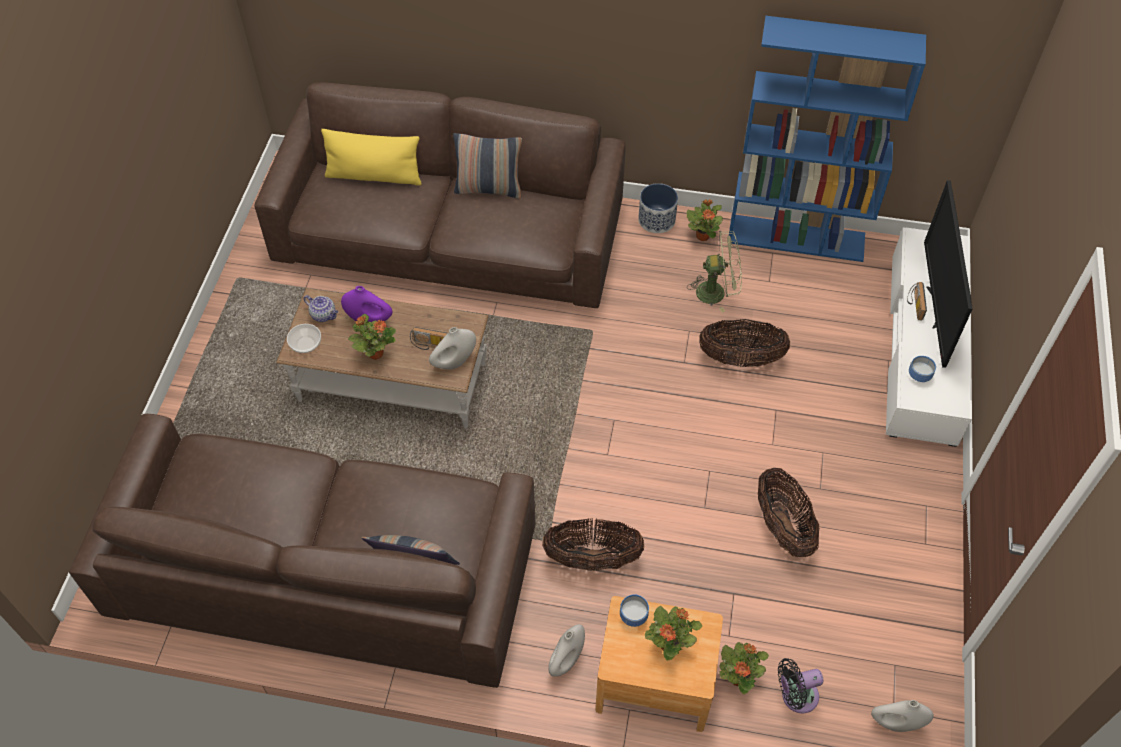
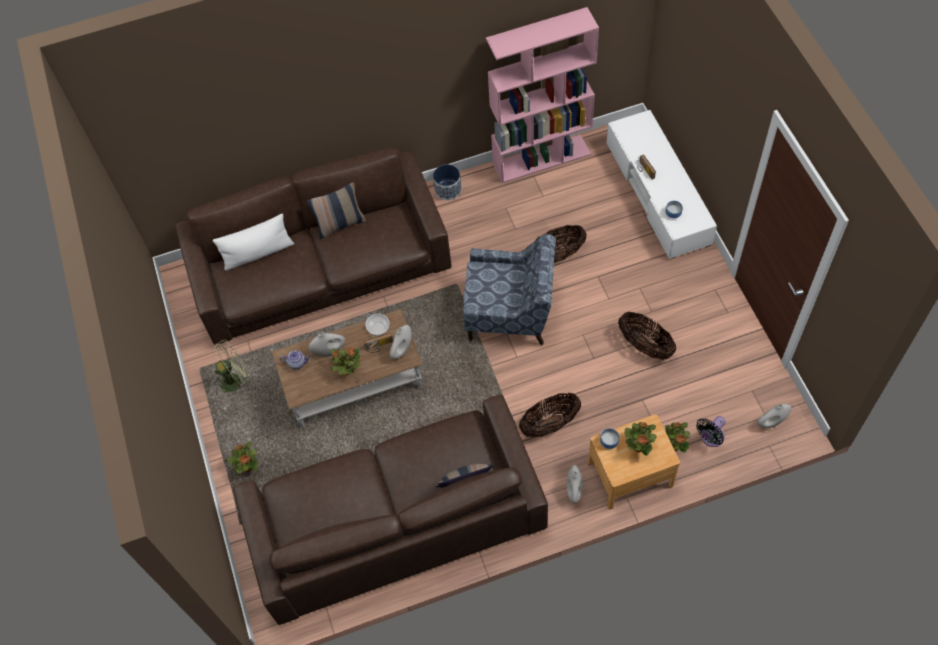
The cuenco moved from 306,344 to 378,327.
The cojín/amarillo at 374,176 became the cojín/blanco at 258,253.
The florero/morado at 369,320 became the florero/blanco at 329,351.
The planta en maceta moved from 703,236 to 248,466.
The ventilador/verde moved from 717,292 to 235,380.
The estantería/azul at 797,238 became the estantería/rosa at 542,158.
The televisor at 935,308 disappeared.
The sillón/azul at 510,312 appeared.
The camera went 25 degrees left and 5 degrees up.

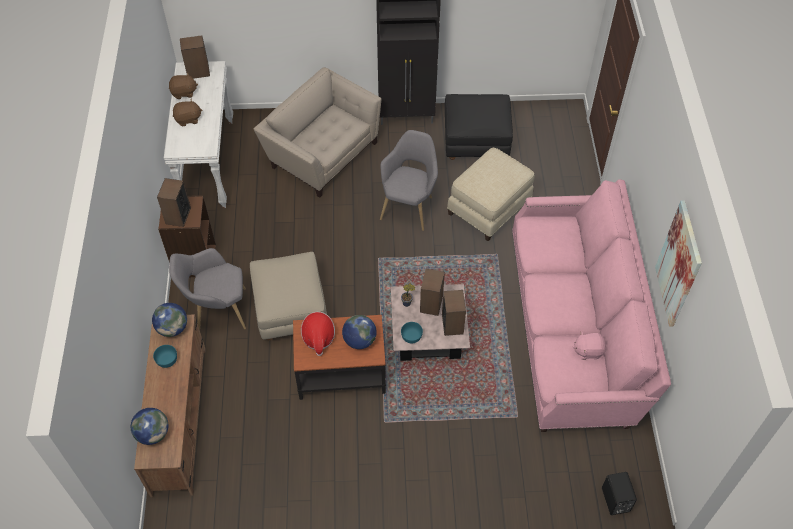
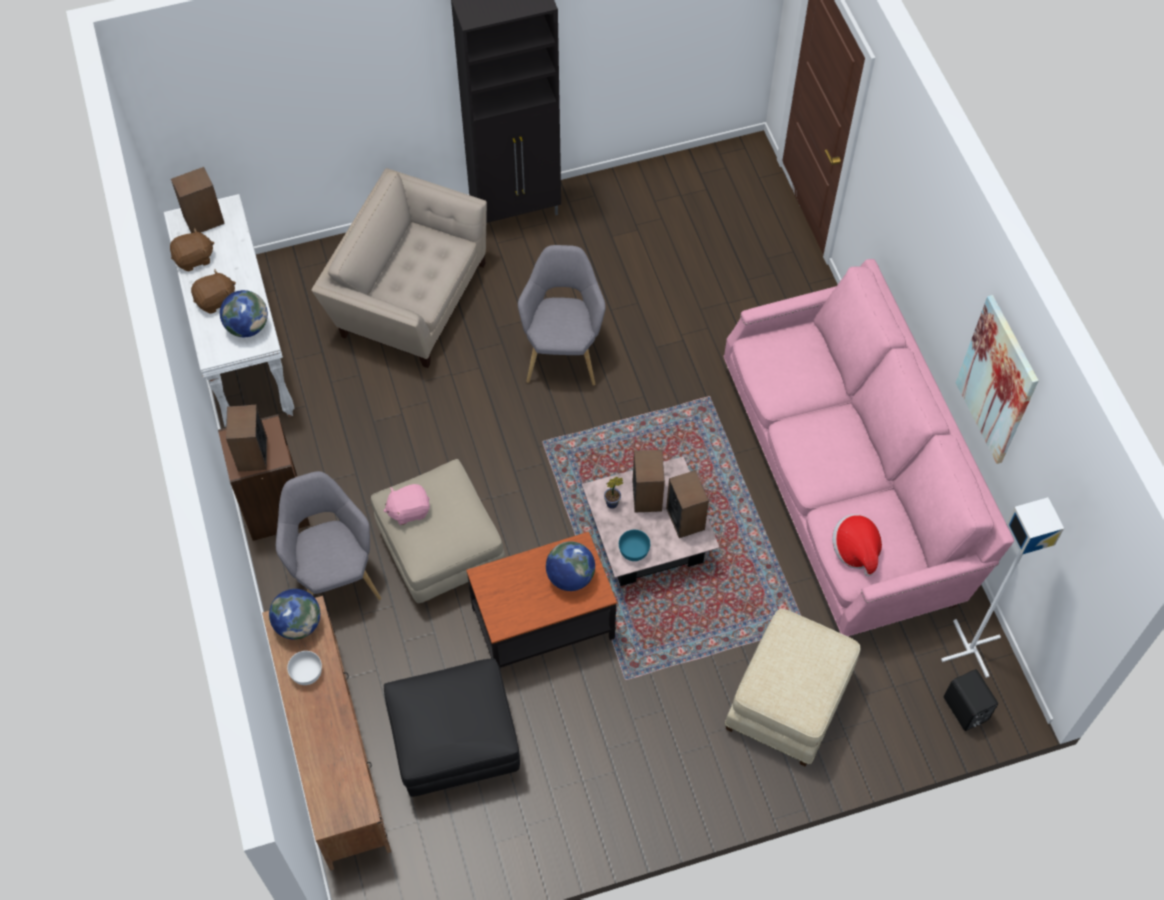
The globo terráqueo moved from 153,433 to 247,327.
The cuenco/turquesa at 167,360 became the cuenco/blanco at 306,672.
The sillón/gris at 217,310 turned 90 degrees clockwise.
The sombrero moved from 318,337 to 855,550.
The puf/negro moved from 475,142 to 455,743.
The puf/beis moved from 489,208 to 789,702.
The peluche/rosa moved from 588,350 to 408,510.
The lámpara de pie/blanco at 971,648 appeared.
The camera went 15 degrees left and 5 degrees up.

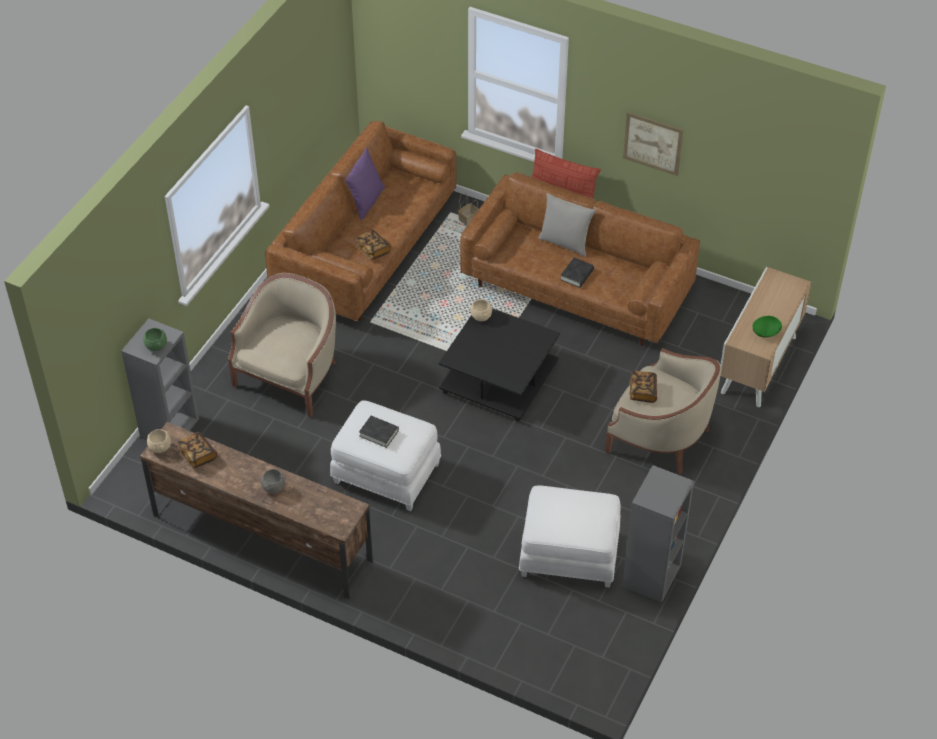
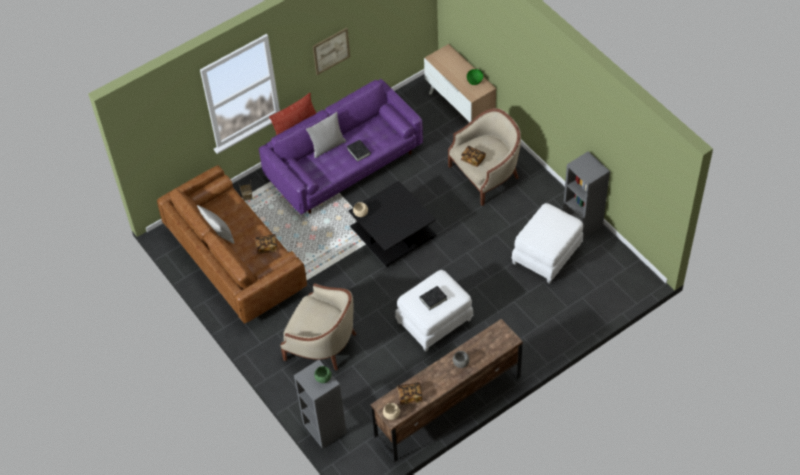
The sillón/beis at 290,376 turned 150 degrees clockwise.
The cojín/morado at 366,202 became the cojín/gris at 218,234.
The sofá/marrón at 577,287 became the sofá/morado at 344,165.
The camera went 60 degrees left and 5 degrees up.

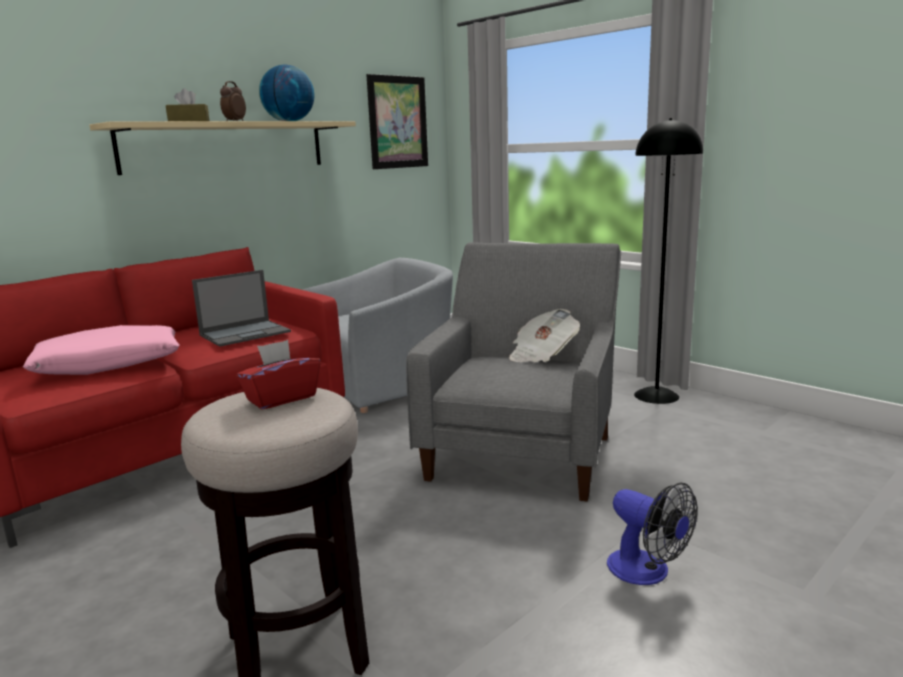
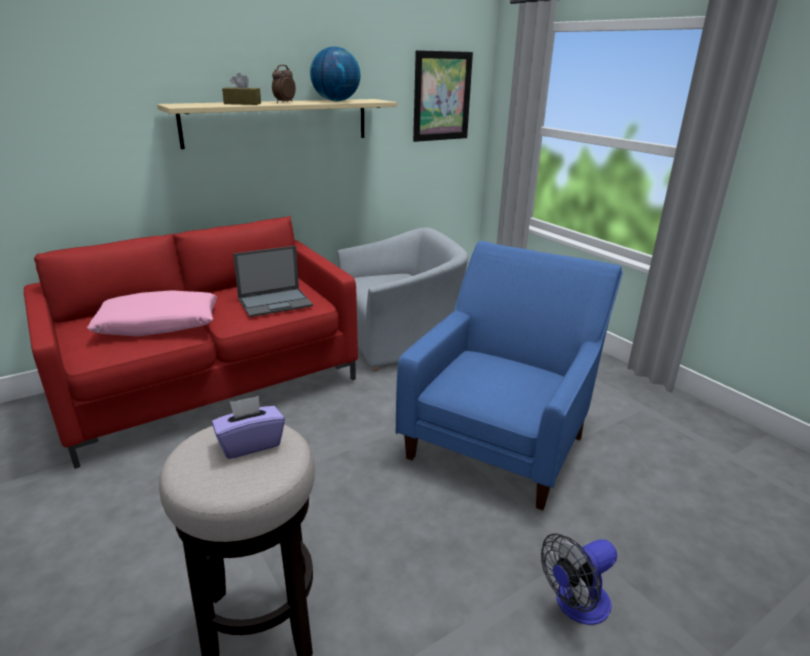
The caja de pañuelos/rojo at 281,398 became the caja de pañuelos/morado at 250,444.
The sillón/gris at 522,451 became the sillón/azul at 500,439.
The periódico at 542,355 disappeared.
The ventilador at 647,572 turned 90 degrees clockwise.
The lámpara de pie/negro at 657,395 disappeared.
The camera went 10 degrees right and 10 degrees up.

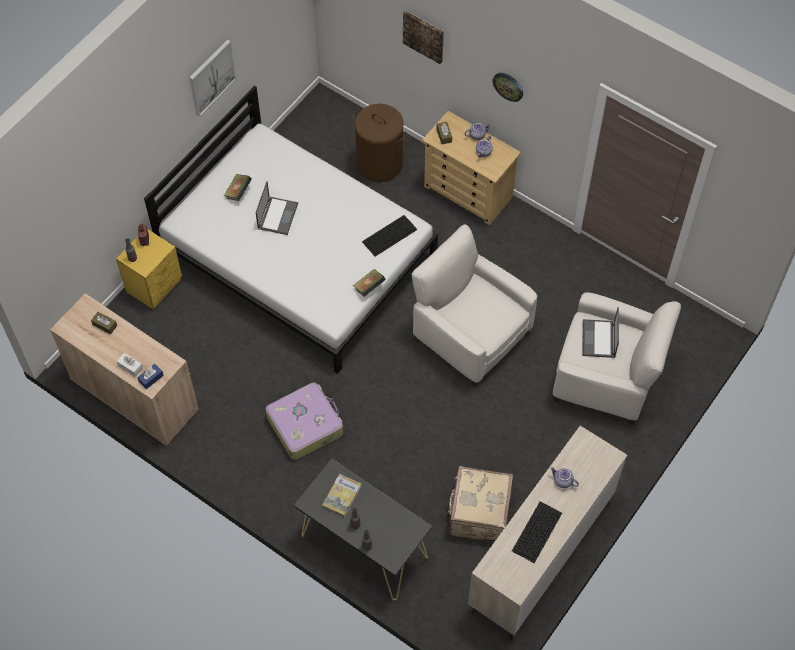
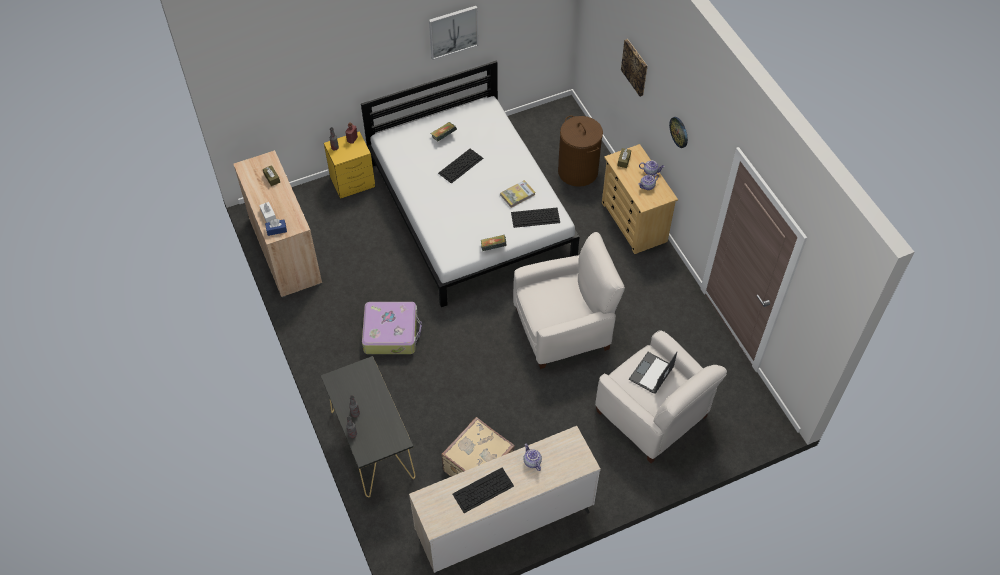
The portátil at 277,215 was replaced by the teclado at 461,165.
The libro moved from 342,496 to 517,195.
The sillón/blanco at 470,334 turned 90 degrees clockwise.
The camera went 30 degrees right and 5 degrees down.

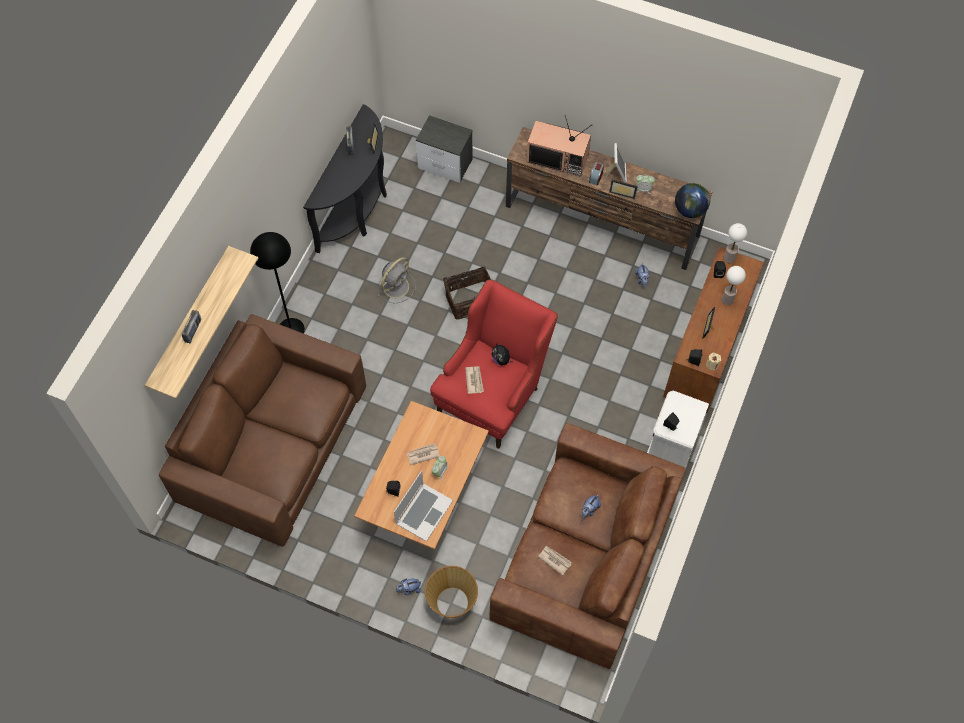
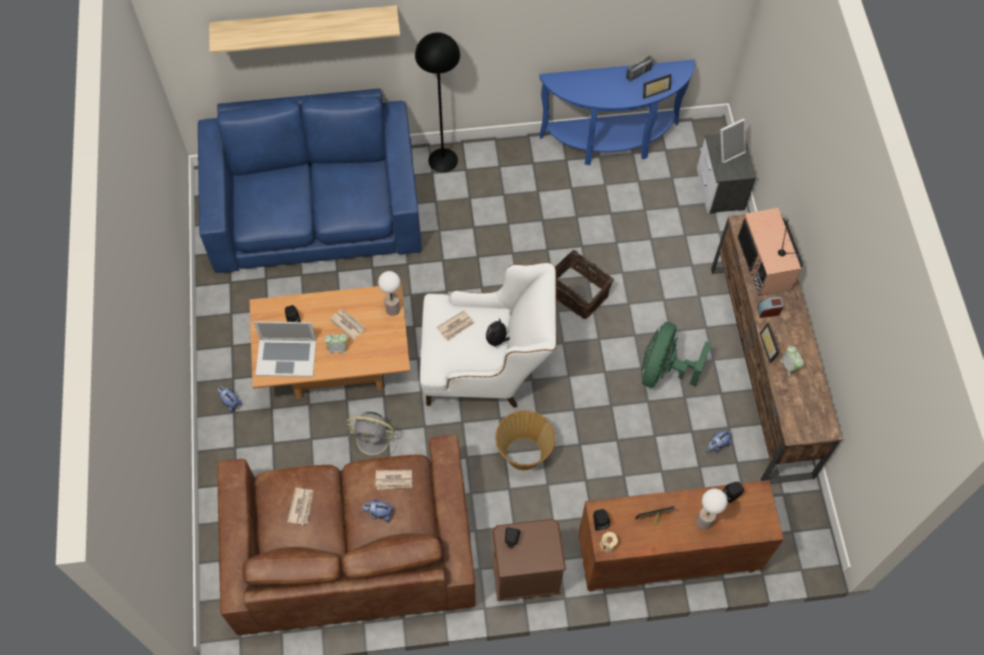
The sofá/marrón at 272,443 became the sofá/azul at 316,209.
The radio at 193,331 disappeared.
The mesa consola/negro at 357,209 became the mesa consola/azul at 611,143.
The ventilador/gris moved from 397,286 to 374,440.
The cesta moved from 452,602 to 524,453.
The sillón/rojo at 493,393 became the sillón/blanco at 486,368.
The portarretratos moved from 616,172 to 728,150.
The mesita de noche/blanco at 670,451 became the mesita de noche/marrón at 525,576.
The globo terráqueo at 690,210 disappeared.
The lámpara de mesa moved from 729,258 to 393,309.
The periódico at 394,480 appeared.
The ventilador/verde at 664,370 appeared.
The camera went 60 degrees right and 0 degrees up.

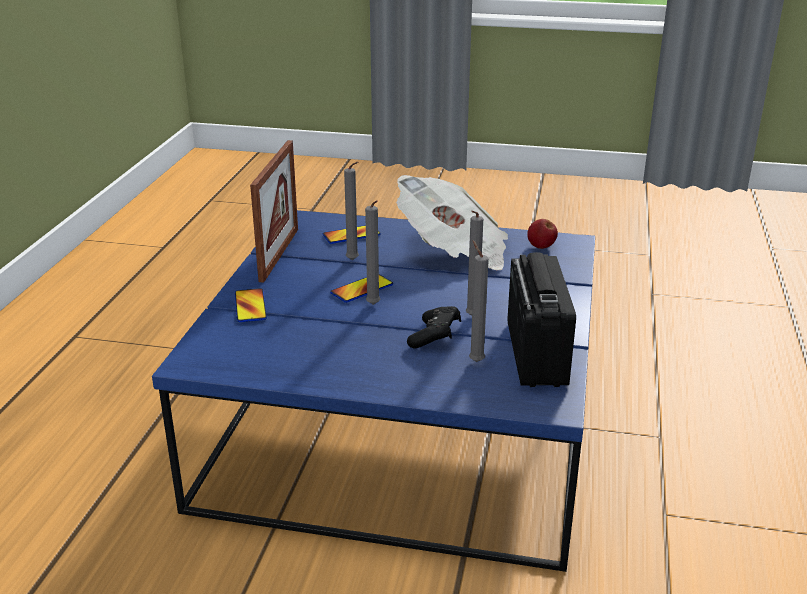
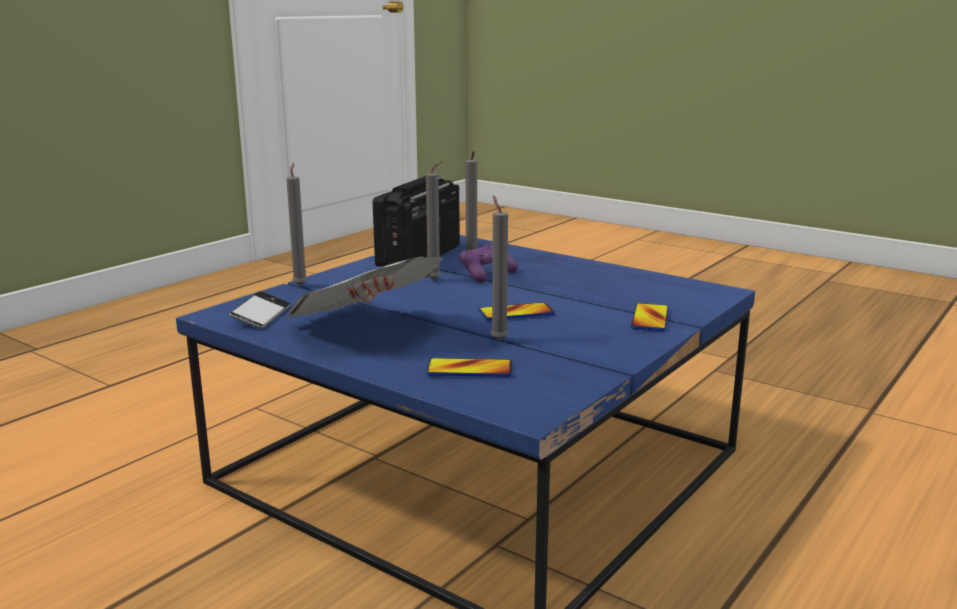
The portarretratos at 279,254 disappeared.
The vela/gris moved from 374,305 to 300,285.
The mando de consola/negro at 435,337 became the mando de consola/morado at 486,274.
The manzana at 541,247 was replaced by the móvil at 261,316.
The camera went 155 degrees left and 10 degrees down.

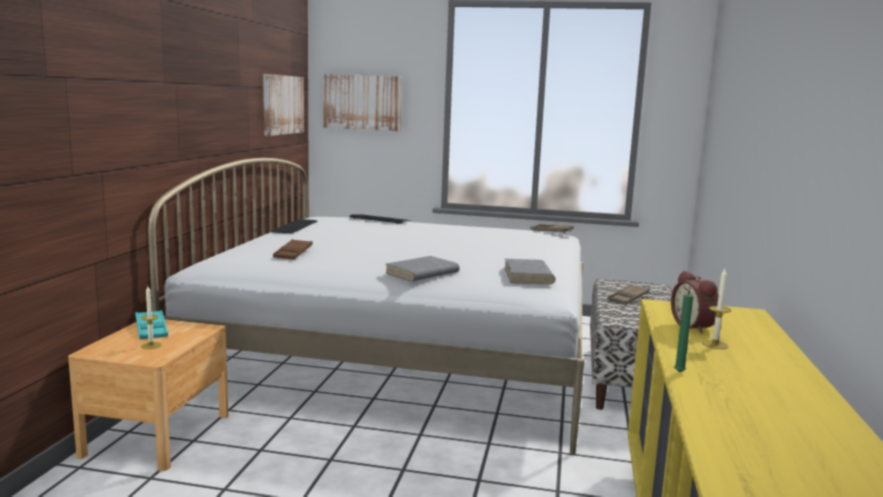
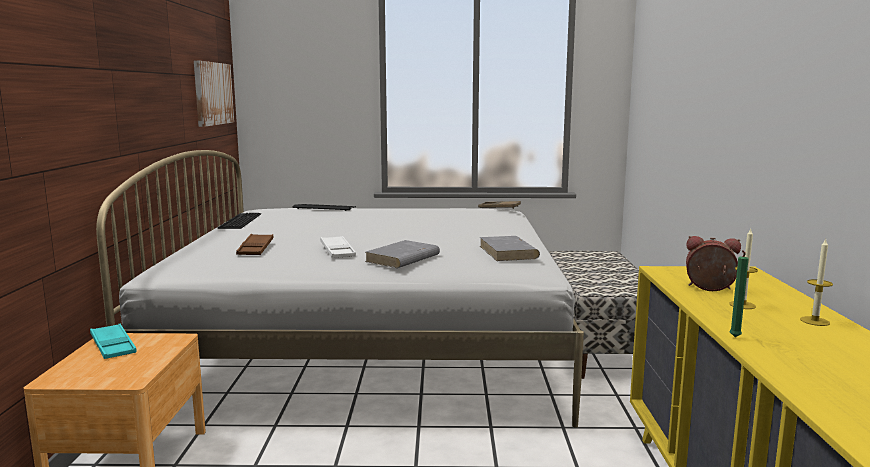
The vela moved from 151,345 to 814,321.
The cuadro at 362,102 disappeared.
The bandeja/marrón at 628,298 disappeared.
The despertador at 694,326 turned 135 degrees clockwise.
The bandeja/blanco at 337,251 appeared.
The camera went 10 degrees left and 0 degrees up.

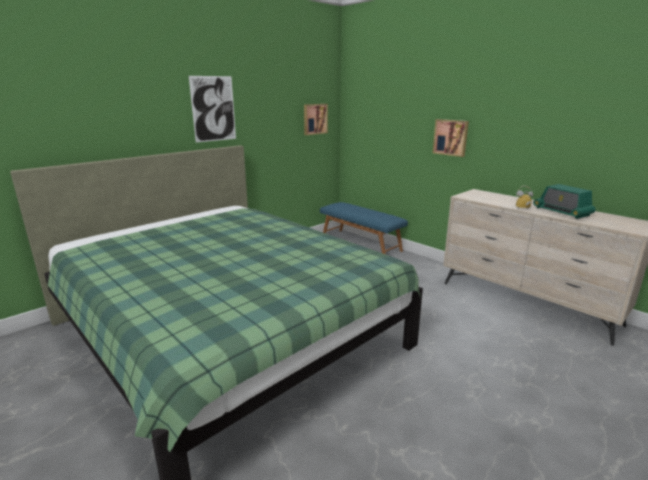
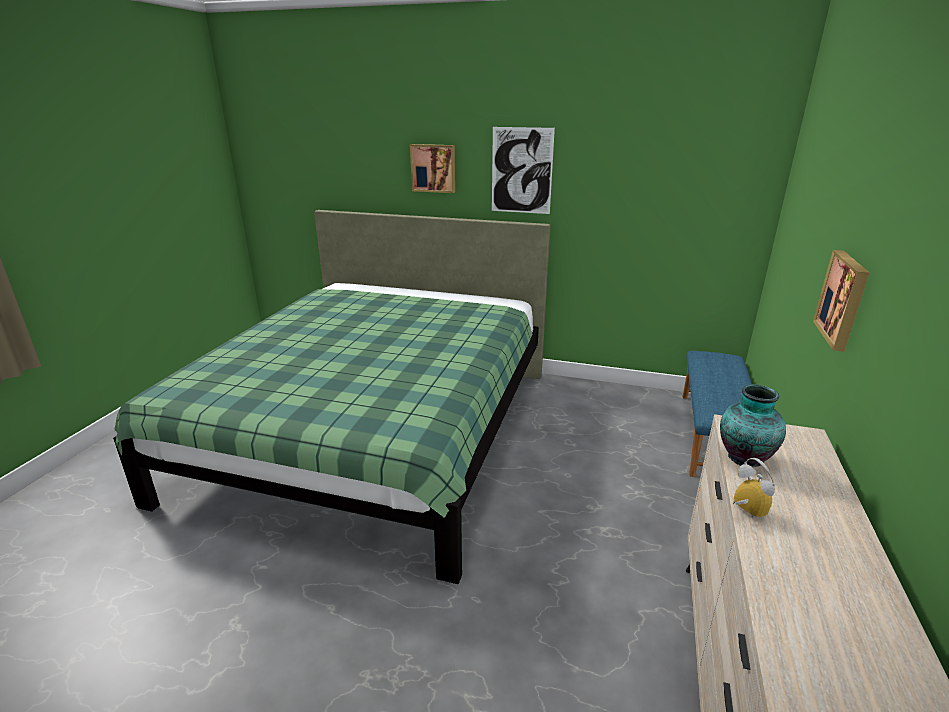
The cuadro moved from 314,119 to 433,168.
The radio at 562,211 disappeared.
The florero at 743,457 appeared.
The camera went 60 degrees right and 5 degrees up.

